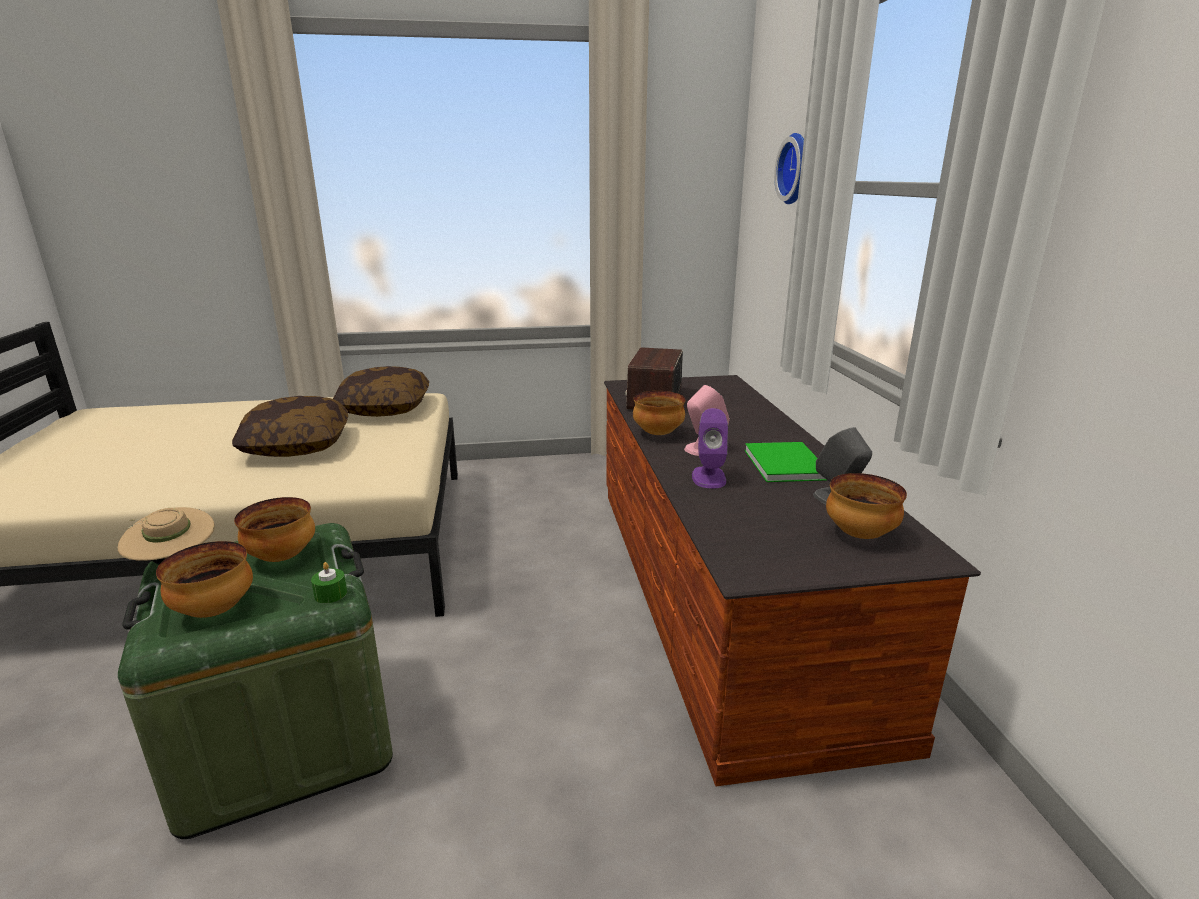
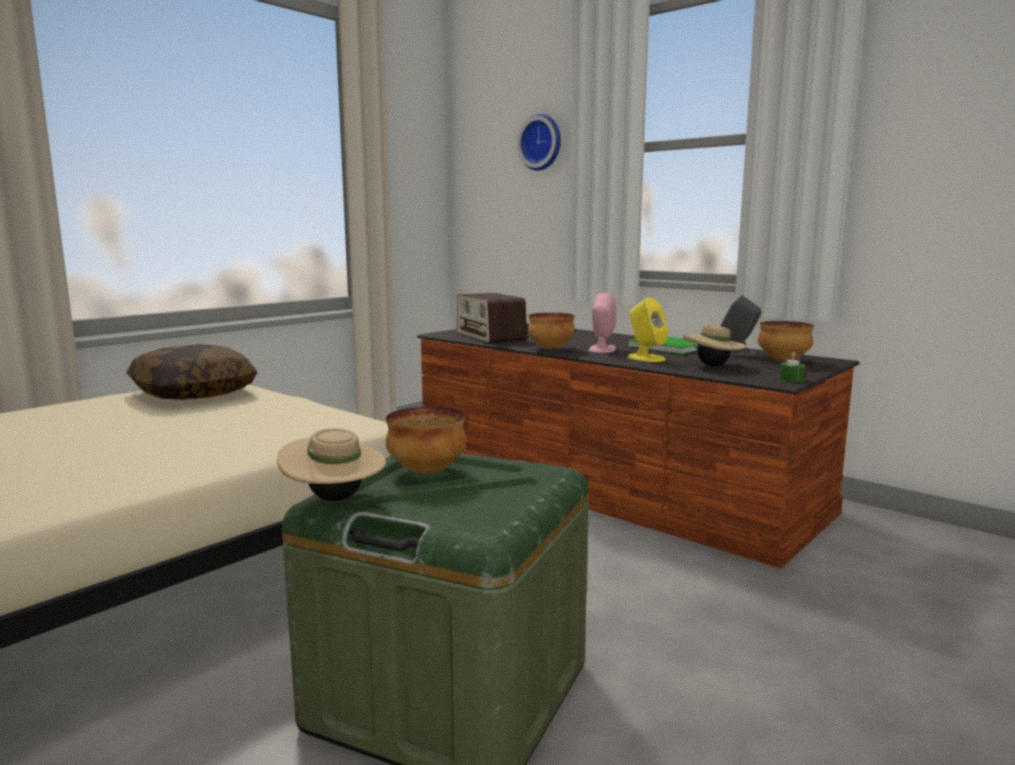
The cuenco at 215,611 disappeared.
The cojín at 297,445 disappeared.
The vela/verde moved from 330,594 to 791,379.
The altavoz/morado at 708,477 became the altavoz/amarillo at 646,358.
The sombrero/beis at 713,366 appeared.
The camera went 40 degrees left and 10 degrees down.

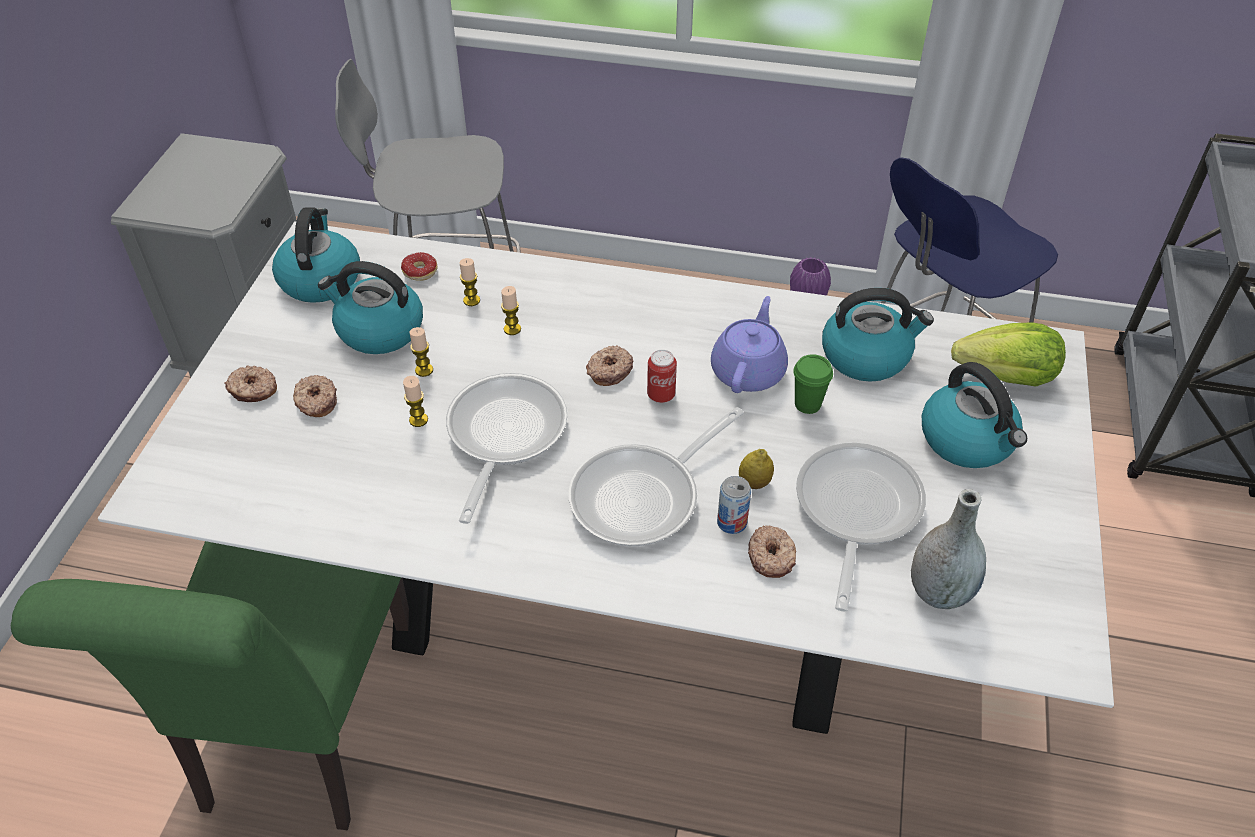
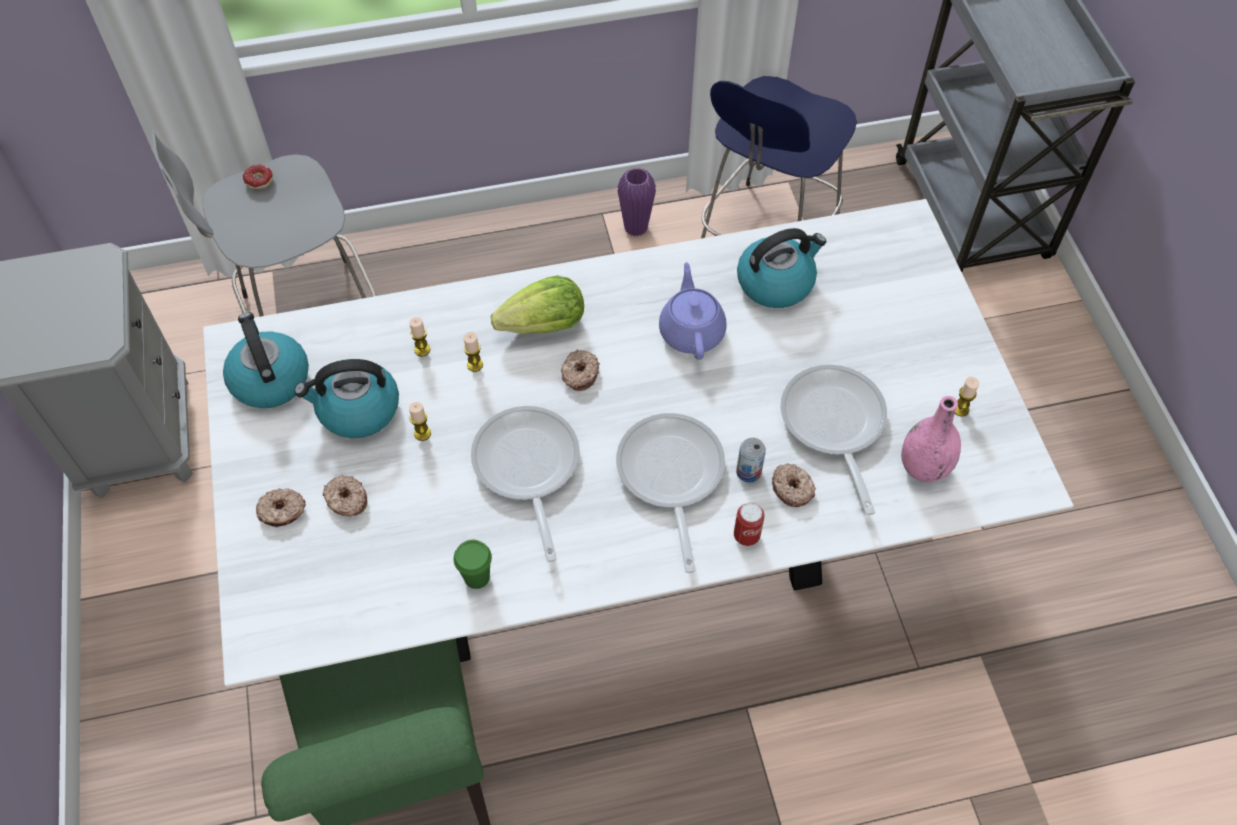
The rosquilla moved from 415,275 to 257,185.
The vela moved from 418,420 to 960,409.
The sartén at 644,496 turned 150 degrees clockwise.
The lata moved from 661,395 to 746,535.
The limón at 754,483 disappeared.
The taza/verde moved from 807,404 to 477,577.
The florero/gris at 939,592 became the florero/rosa at 923,468.
The hervidor at 968,440 disappeared.
The lechuga moved from 1006,377 to 544,326.
The camera went 25 degrees left and 10 degrees up.

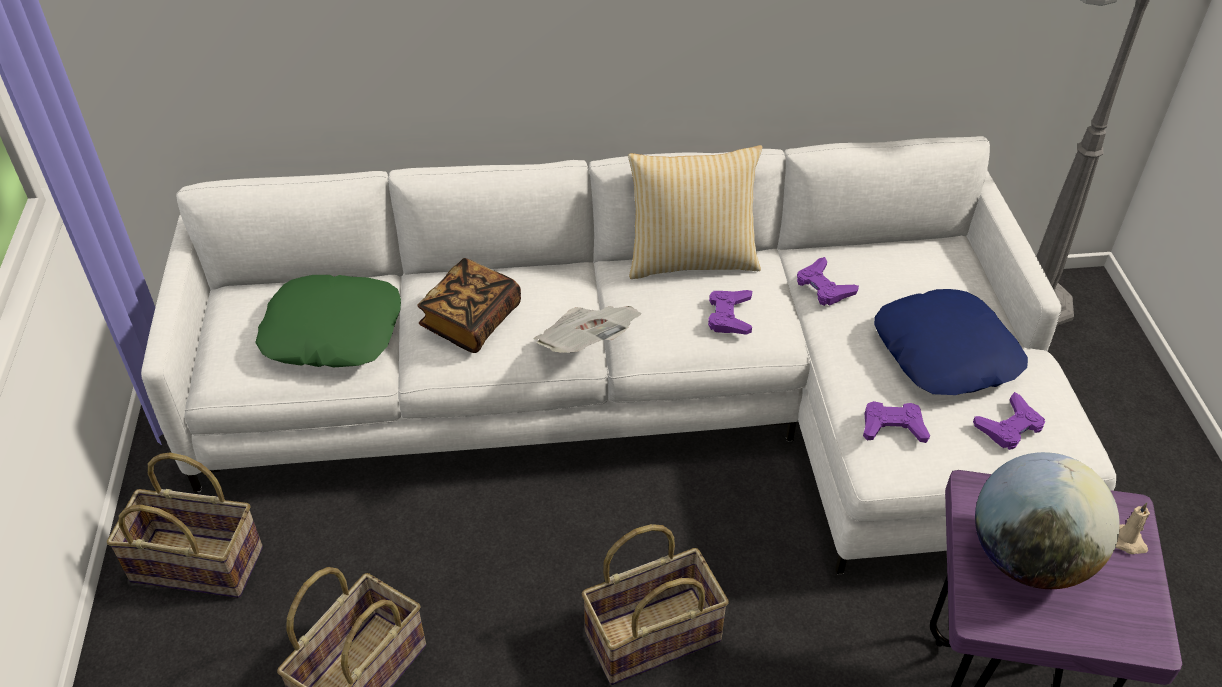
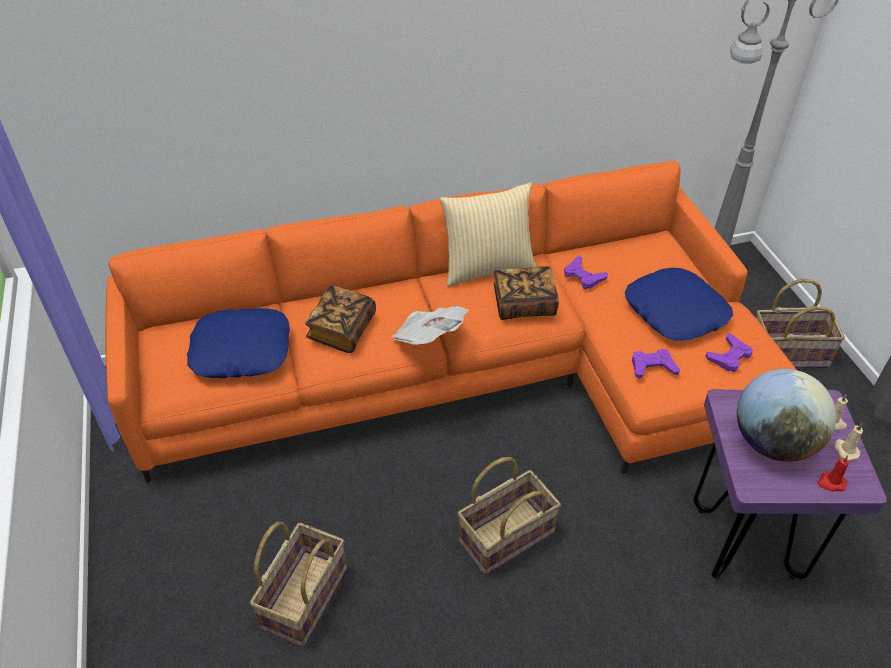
The cesta moved from 199,563 to 787,353.
The sofá/blanco at 651,403 became the sofá/naranja at 468,373.
The cojín/verde at 333,331 became the cojín/azul at 241,350.
The mando de consola/morado at 729,316 was replaced by the libro at 524,304.
The vela/rojo at 831,483 appeared.
The vela/beis at 845,450 appeared.
The camera went 10 degrees left and 0 degrees up.

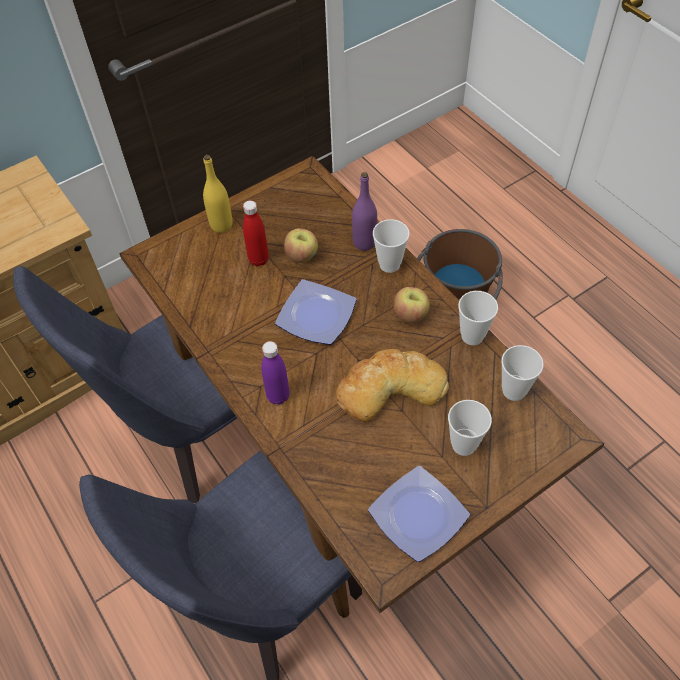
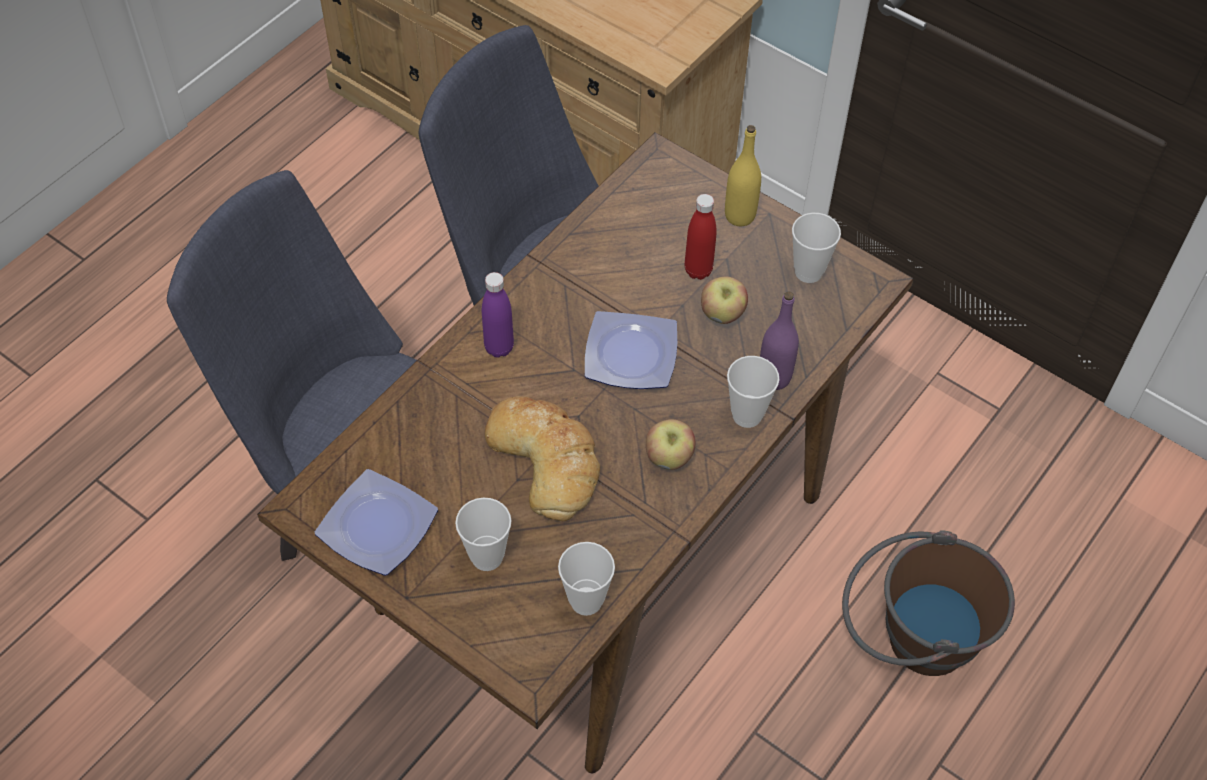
The taza moved from 472,336 to 808,272.
The camera went 70 degrees right and 0 degrees up.

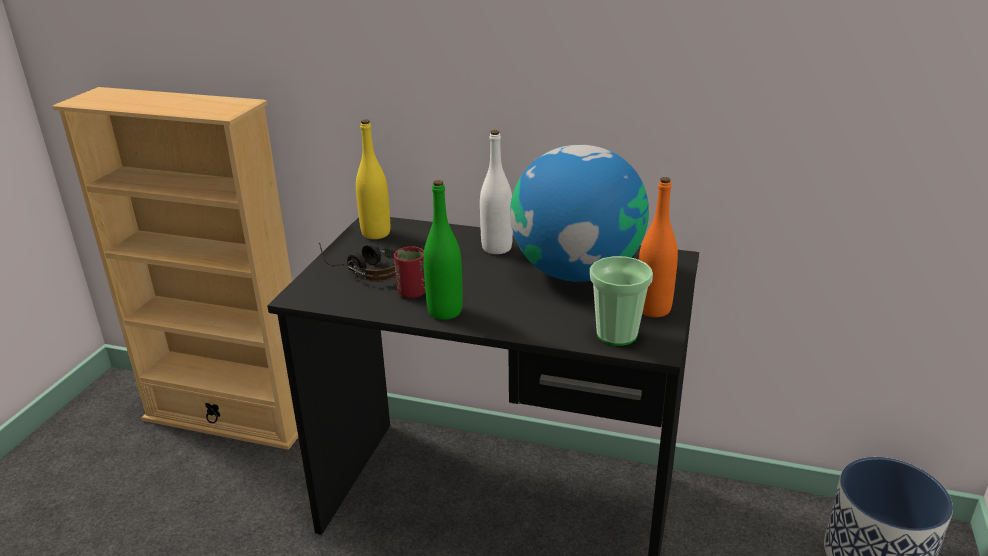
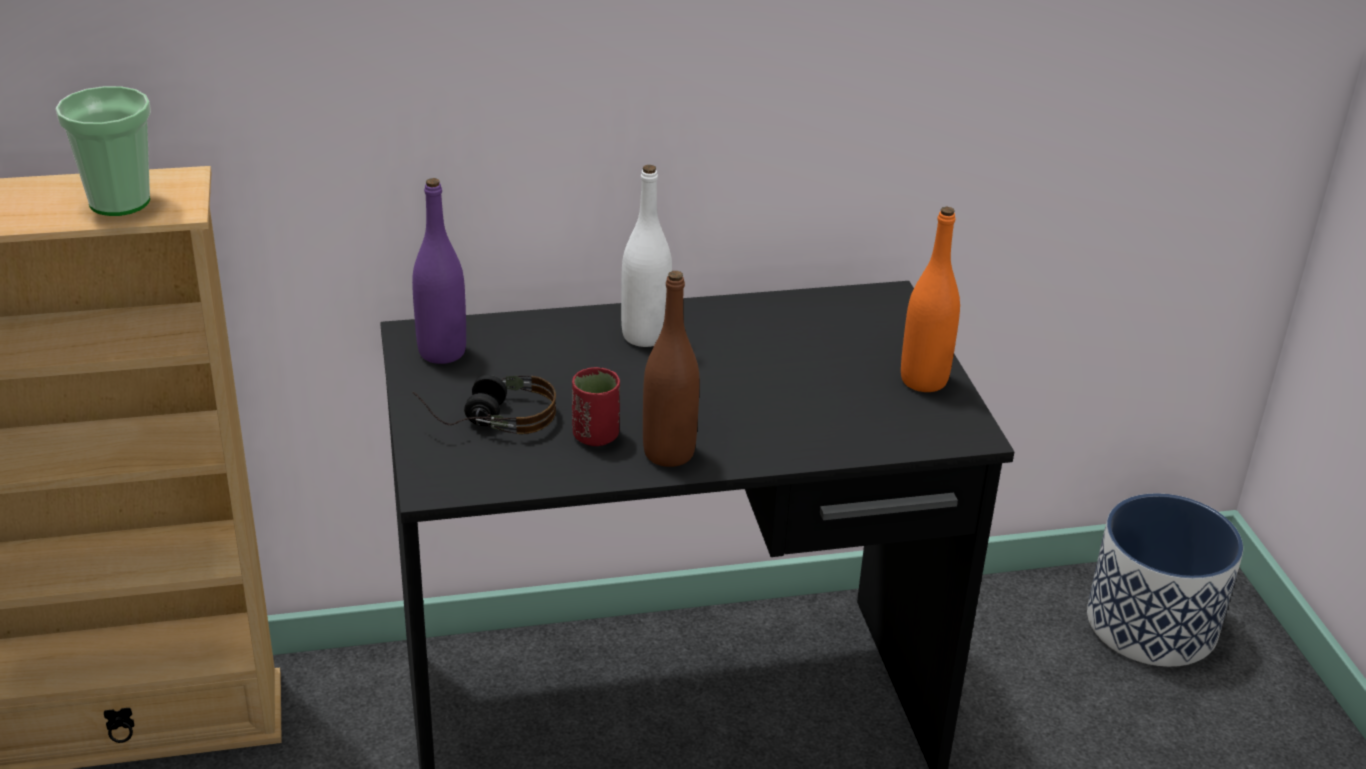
The botella/amarillo at 376,233 became the botella/morado at 442,352.
The botella/verde at 445,311 became the botella/marrón at 669,453.
The globo terráqueo at 576,272 disappeared.
The taza moved from 616,334 to 119,202.
The camera went 30 degrees left and 5 degrees up.

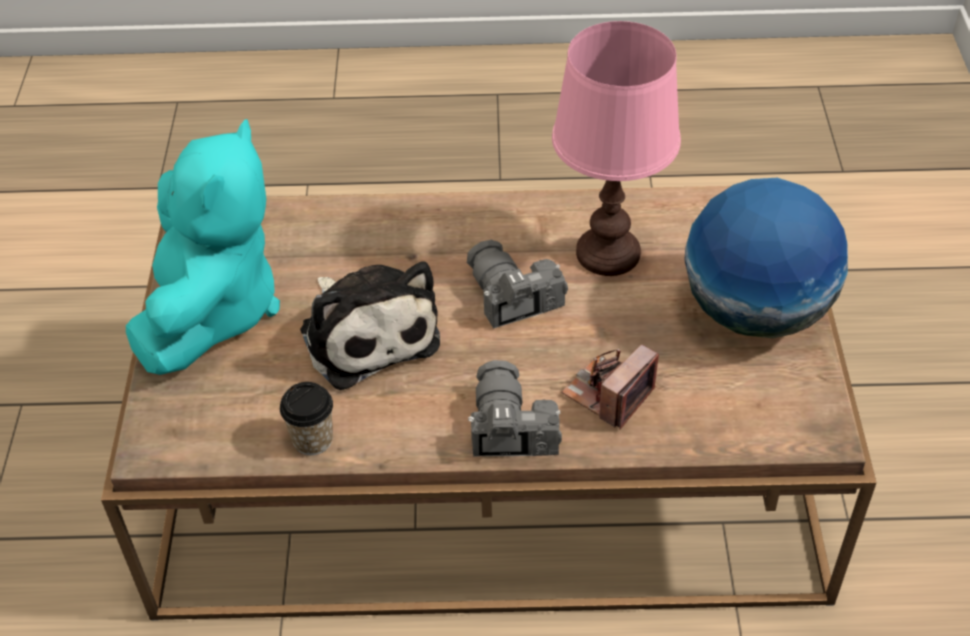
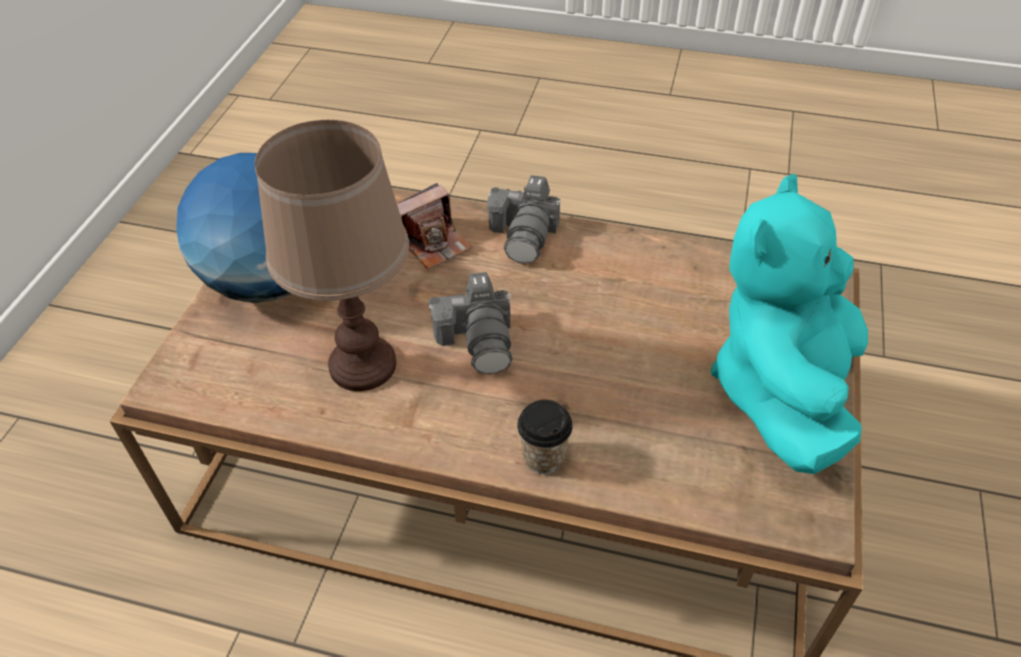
The taza moved from 312,440 to 543,457.
The peluche at 367,333 disappeared.
The lámpara de mesa/rosa at 608,252 became the lámpara de mesa/marrón at 362,365.
The camera went 165 degrees left and 0 degrees up.

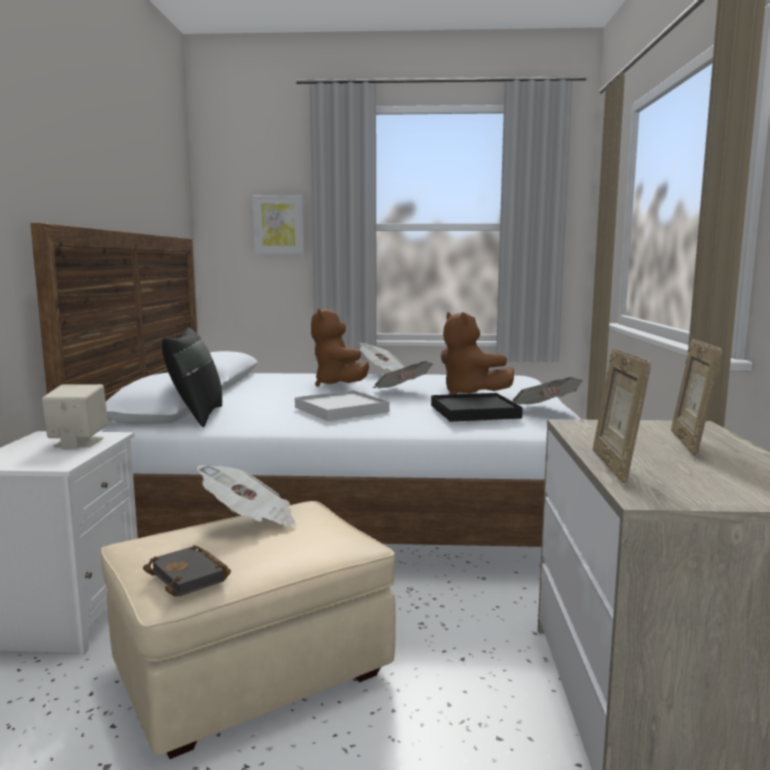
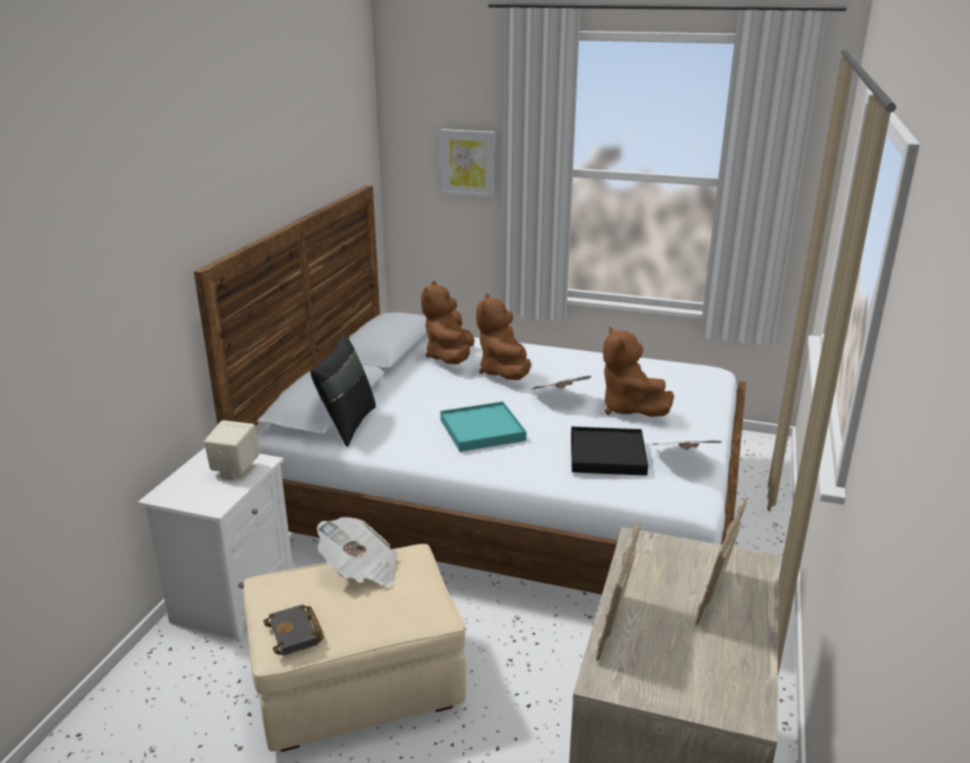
The bandeja/blanco at 341,409 became the bandeja/turquesa at 482,430.
The periódico at 384,373 disappeared.
The peluche/marrón at 450,358 appeared.
The camera went 15 degrees right and 15 degrees up.

